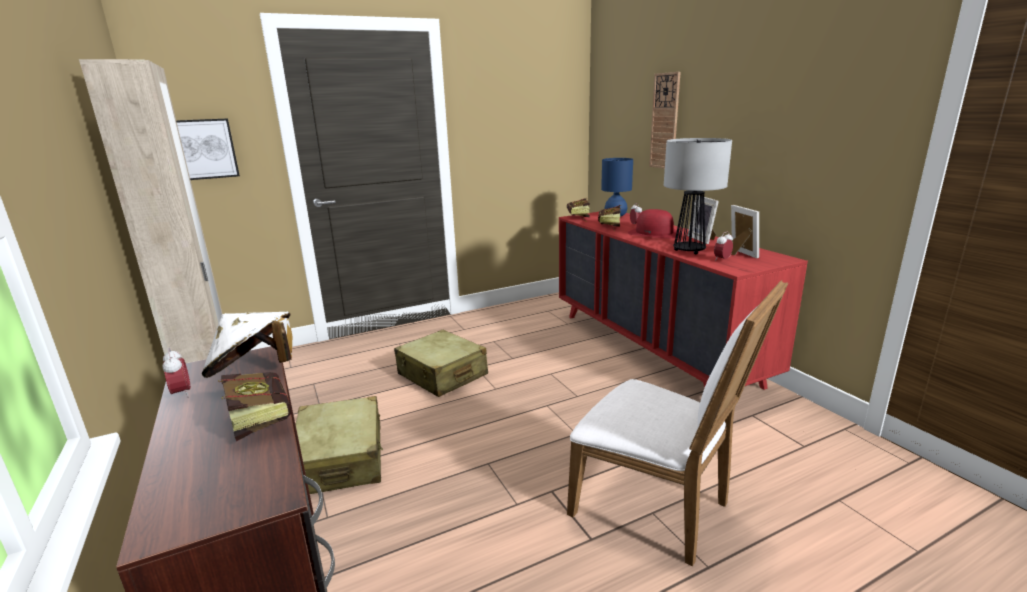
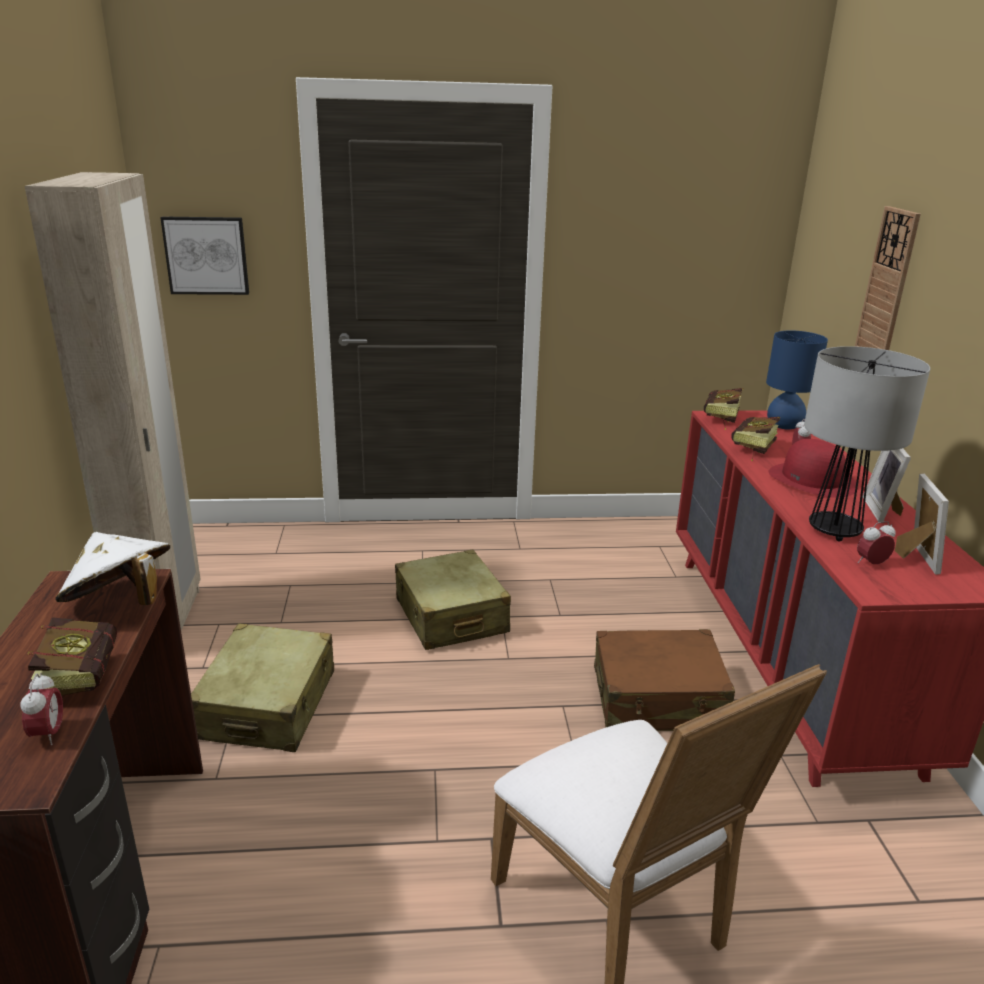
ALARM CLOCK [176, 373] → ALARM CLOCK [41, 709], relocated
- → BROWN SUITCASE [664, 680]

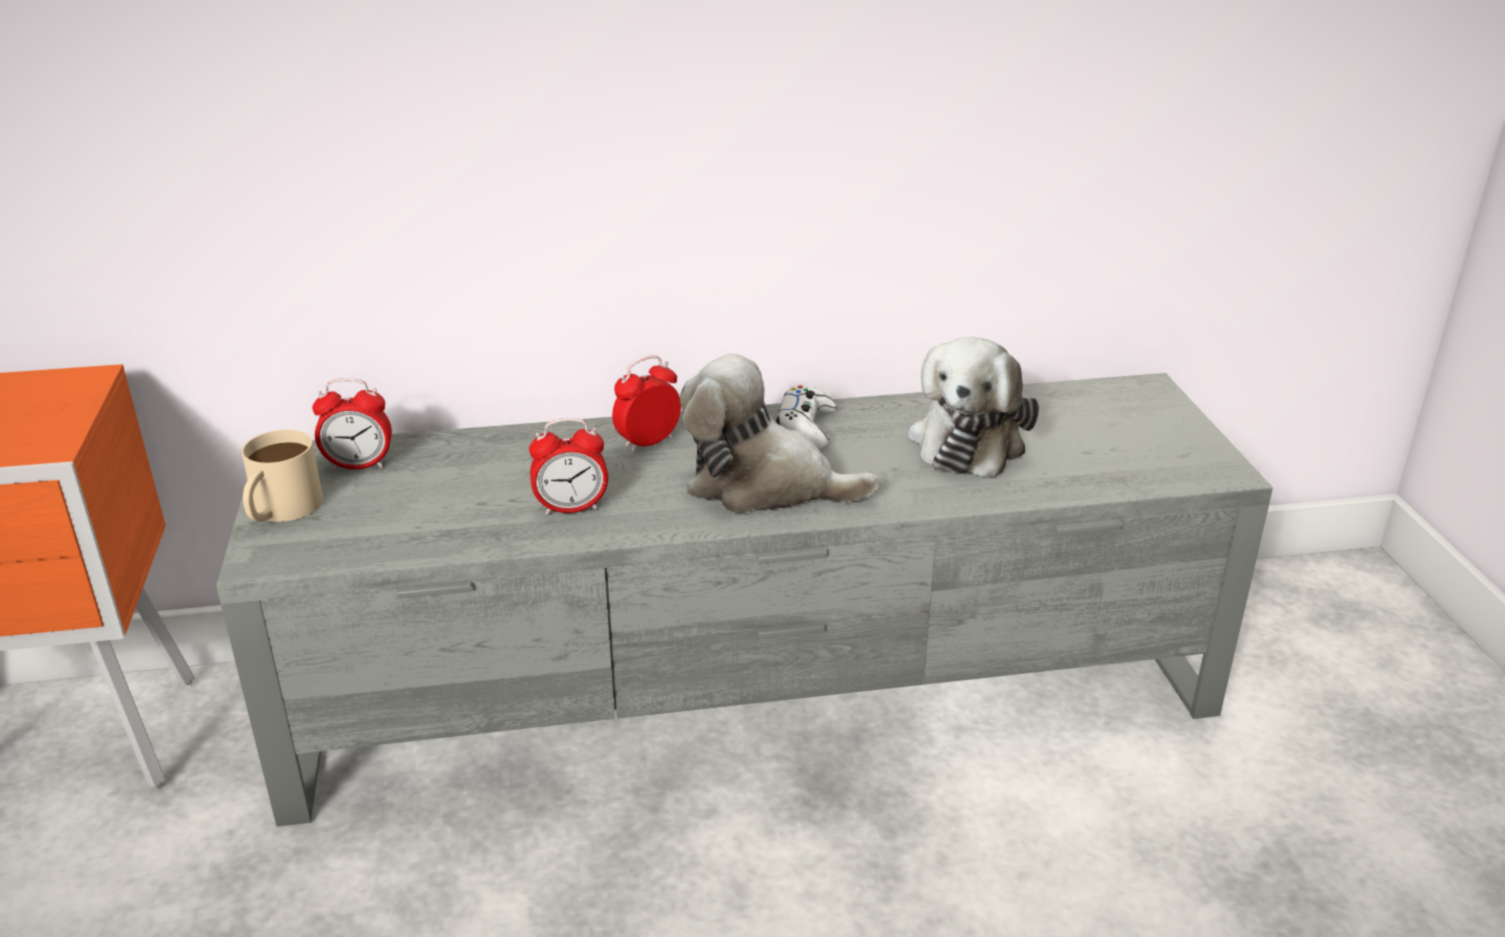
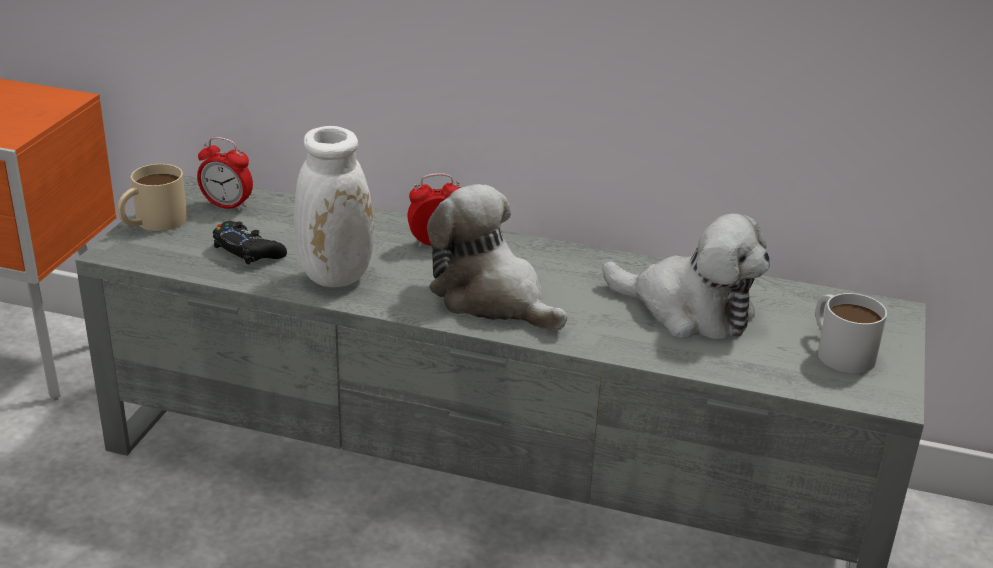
PLUSH TOY [973, 407] → PLUSH TOY [686, 276], 105 degrees counterclockwise
WHITE GAME CONTROLLER [806, 417] → -
ALARM CLOCK [568, 466] → WHITE VASE [334, 206]
- → BLACK GAME CONTROLLER [250, 243]
- → WHITE MUG [851, 333]

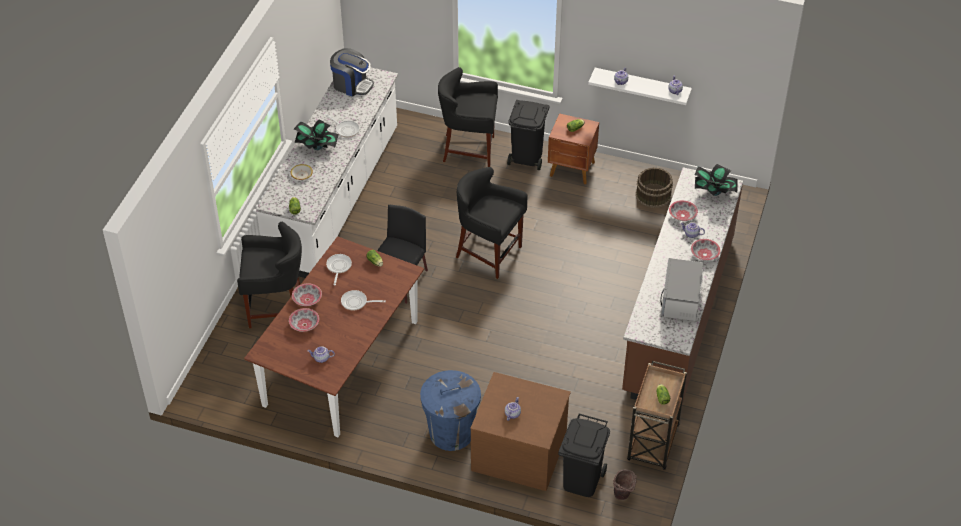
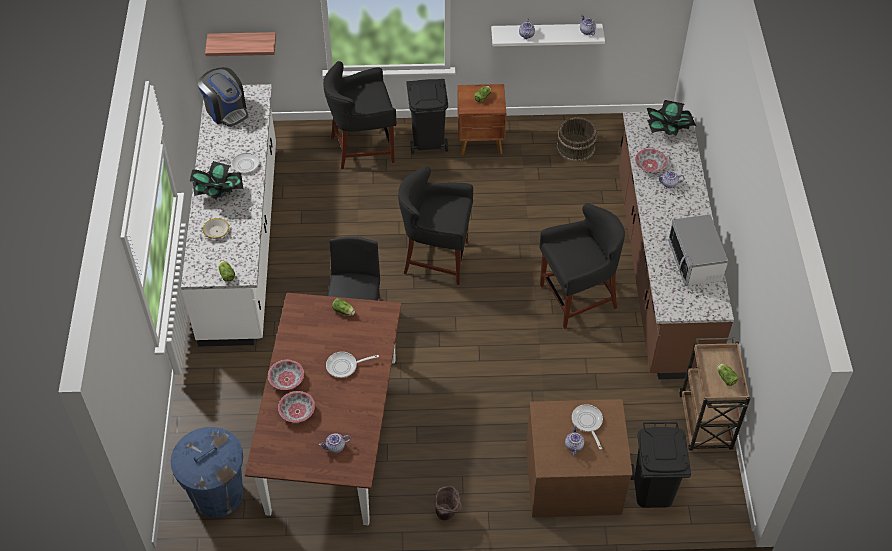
COFFEE MACHINE [352, 72] → COFFEE MACHINE [223, 97], 45 degrees clockwise
BLACK STOOL [269, 275] → BLACK STOOL [582, 266], relocated
BOWL [706, 250] → -
FRYING PAN [339, 269] → FRYING PAN [587, 427], relocated
BLUE TRASH CAN [450, 410] → BLUE TRASH CAN [207, 472], relocated
BROWN BUCKET [625, 485] → BROWN BUCKET [448, 503], relocated
- → SHELF [240, 44]

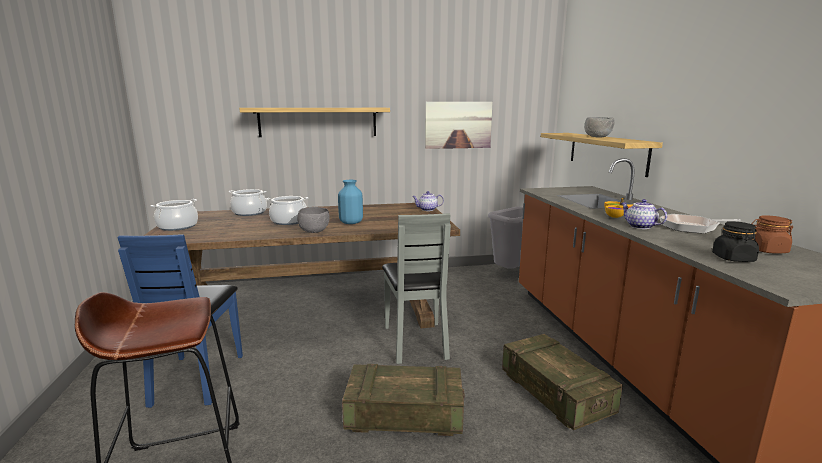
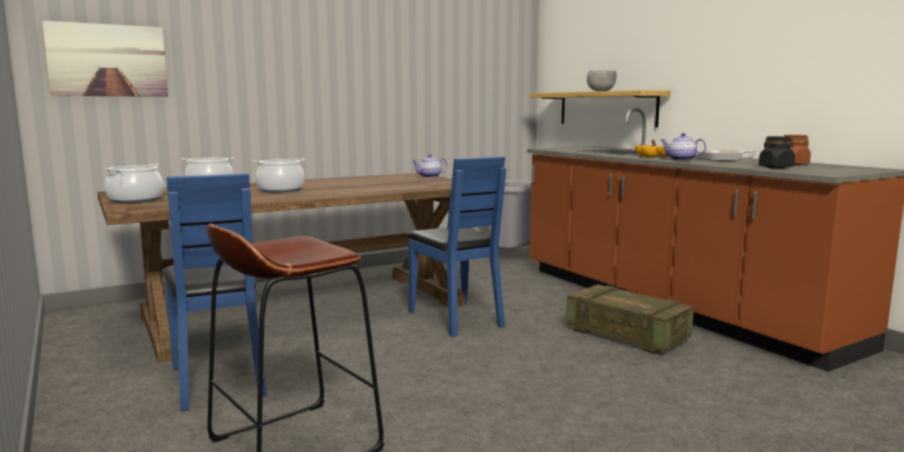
PICTURE [459, 125] → PICTURE [105, 58], relocated
SHELF [314, 122] → -
BLUE VASE [350, 202] → -
GREY BOWL [313, 220] → -
GREY CHAIR [416, 288] → BLUE CHAIR [456, 246]
CRATE [403, 400] → -

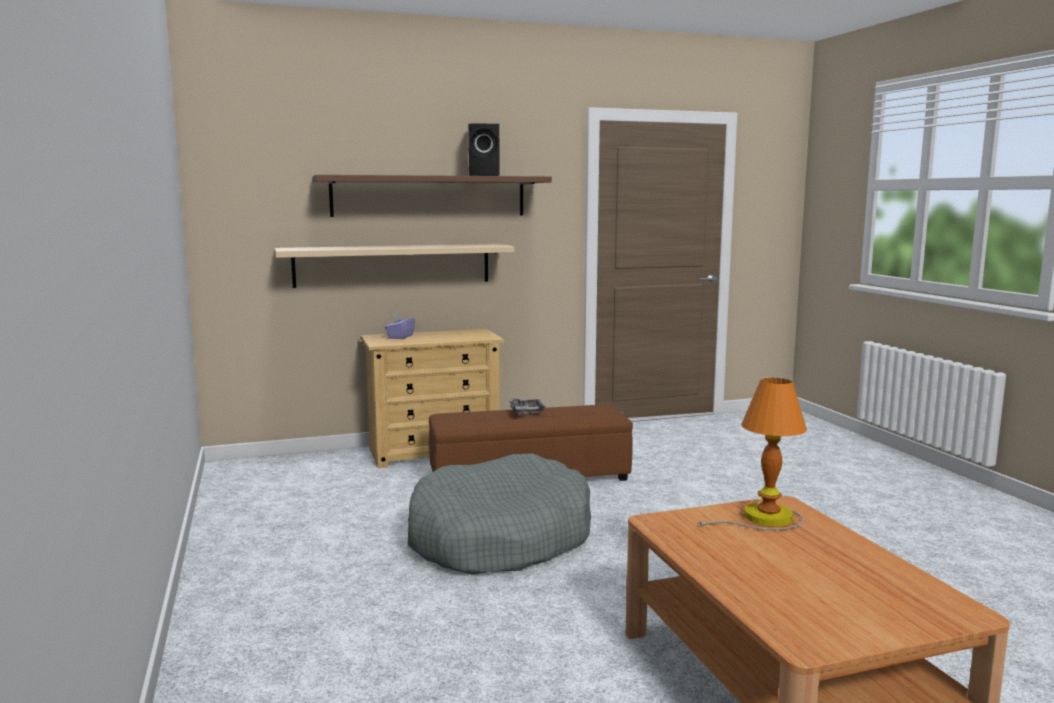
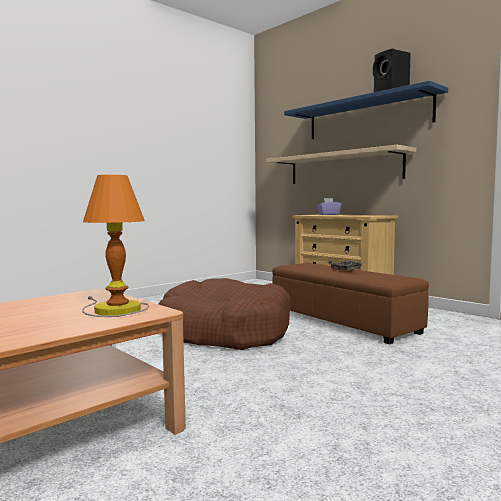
BROWN SHELF [432, 196] → BLUE SHELF [366, 110]
GREY DOG BED [499, 514] → BROWN DOG BED [224, 314]

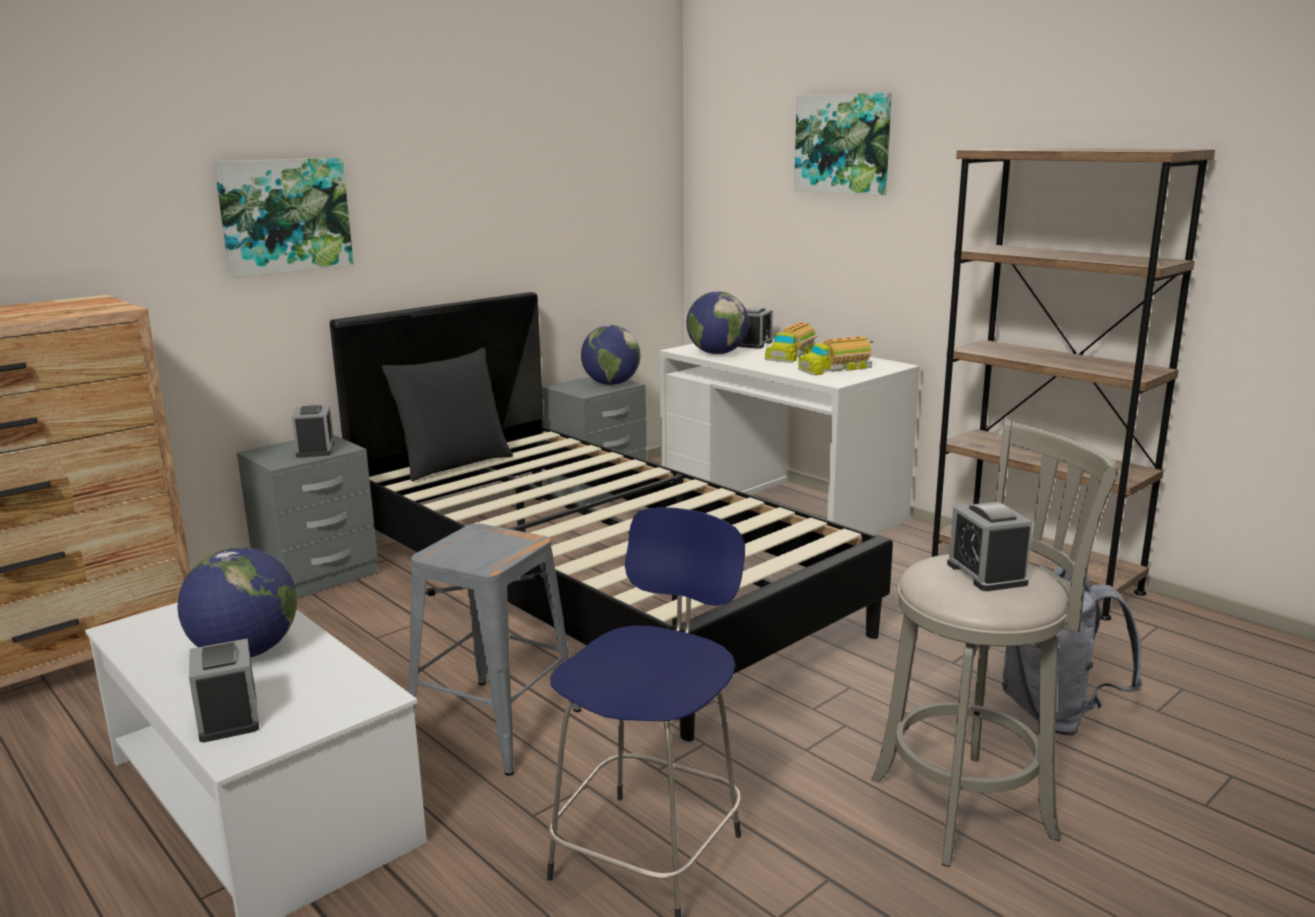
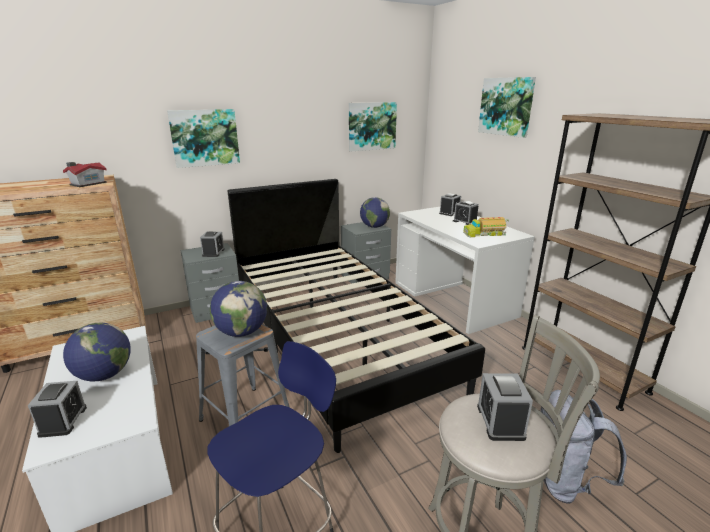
GLOBE [718, 322] → GLOBE [238, 309], relocated
TOY TRUCK [791, 342] → ALARM CLOCK [465, 213]
BLACK PILLOW [447, 414] → -
- → PICTURE [373, 126]
- → TOY HOUSE [85, 174]

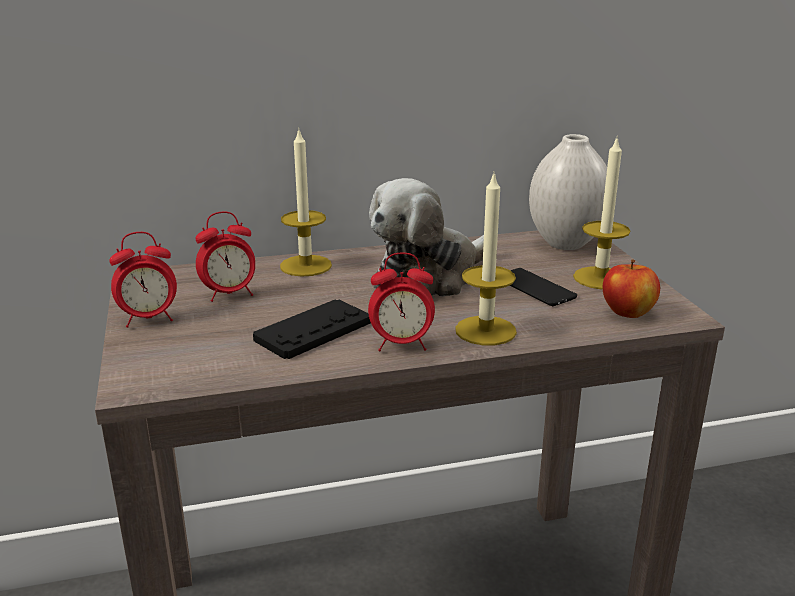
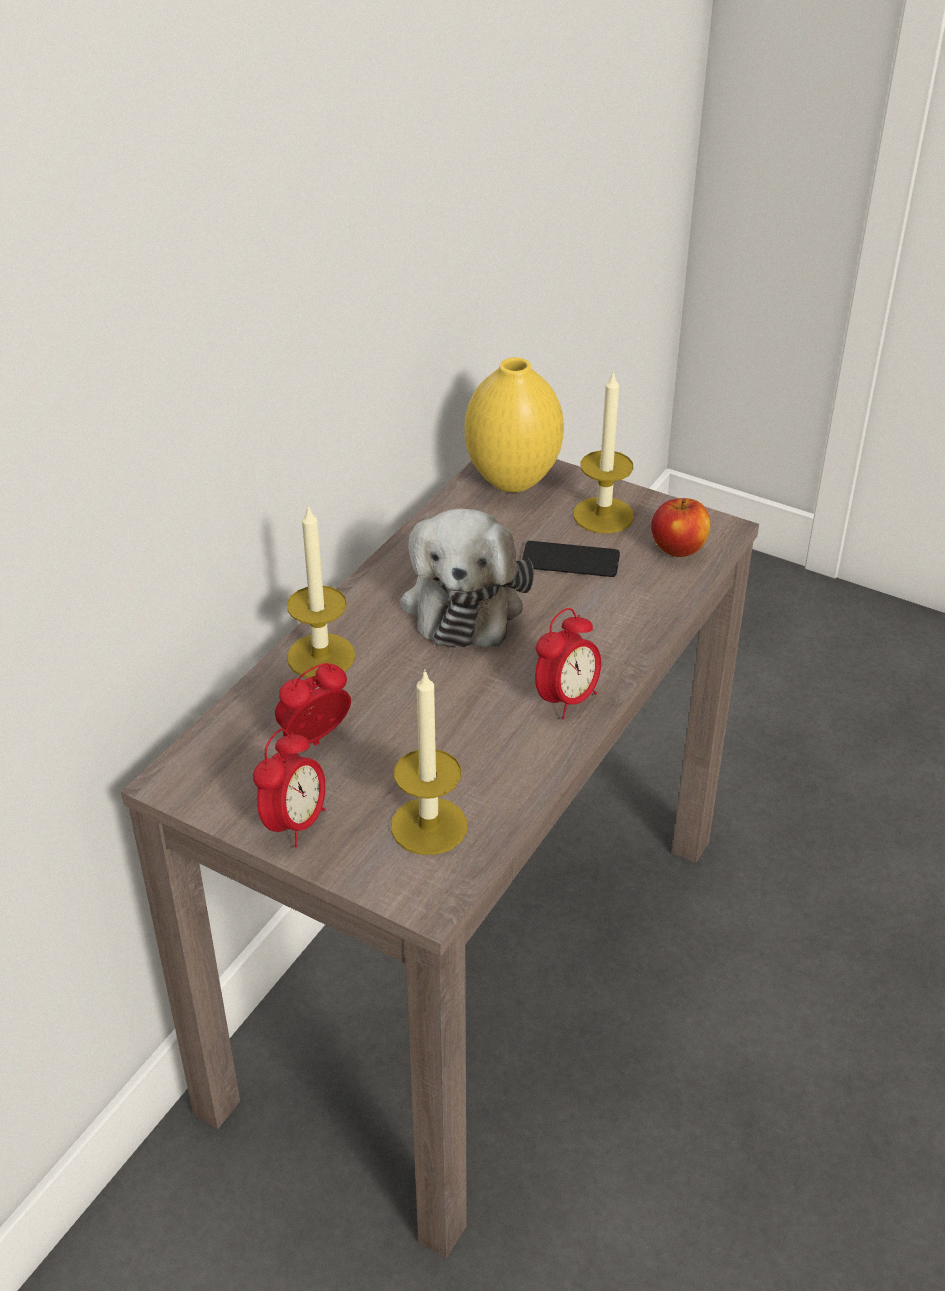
WHITE VASE [568, 192] → YELLOW VASE [514, 424]
CANDLE [486, 259] → CANDLE [429, 762], relocated
ALARM CLOCK [225, 256] → ALARM CLOCK [313, 704], 150 degrees counterclockwise
BLACK GAME CONTROLLER [312, 329] → -

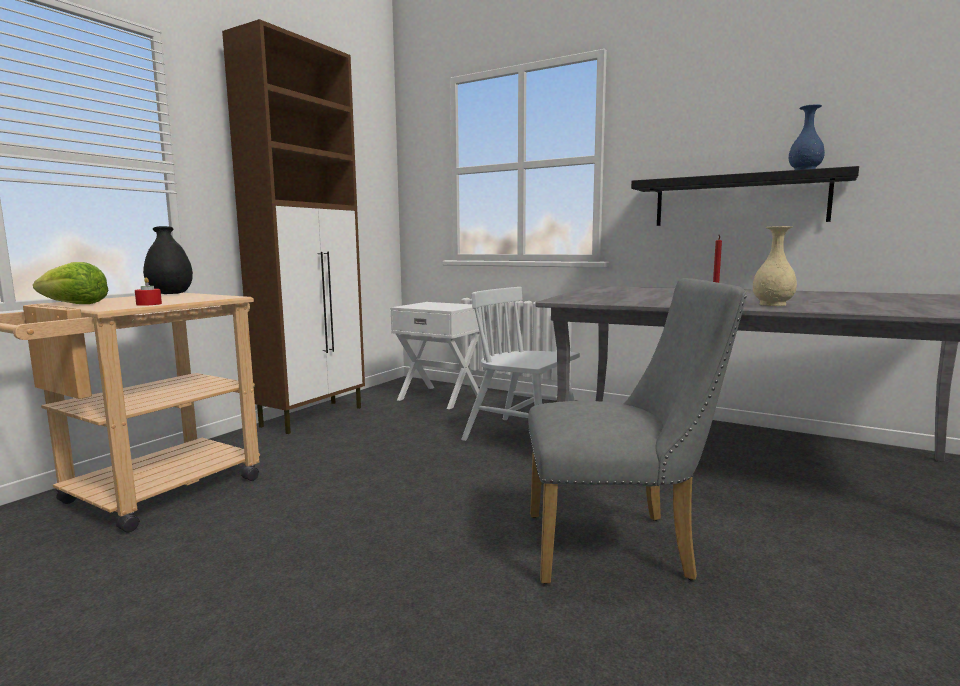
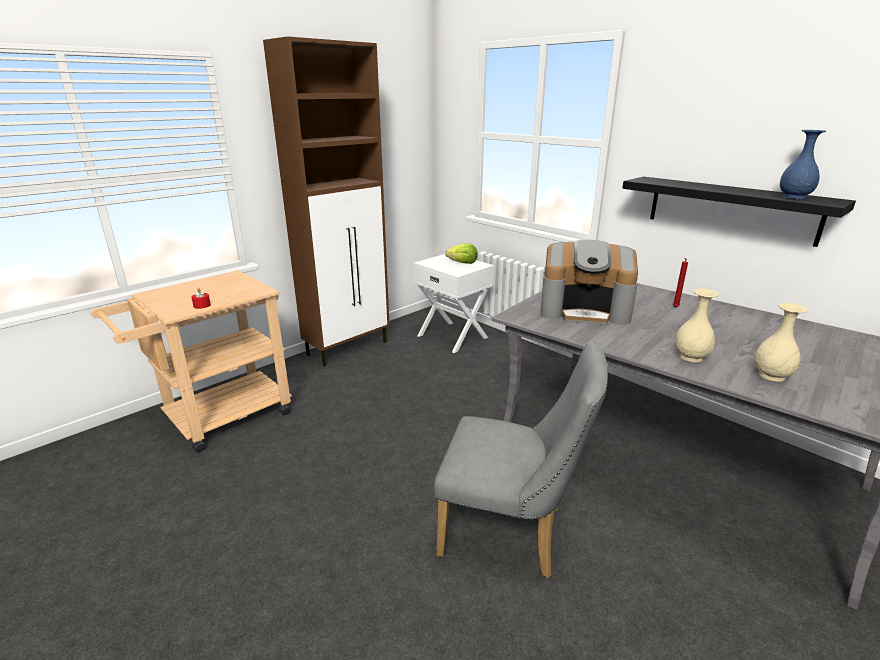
BLACK VASE [168, 260] → -
LETTUCE [70, 283] → LETTUCE [461, 253], relocated
WHITE CHAIR [520, 364] → -
- → COFFEE MACHINE [589, 282]
- → BEIGE VASE [781, 342]

